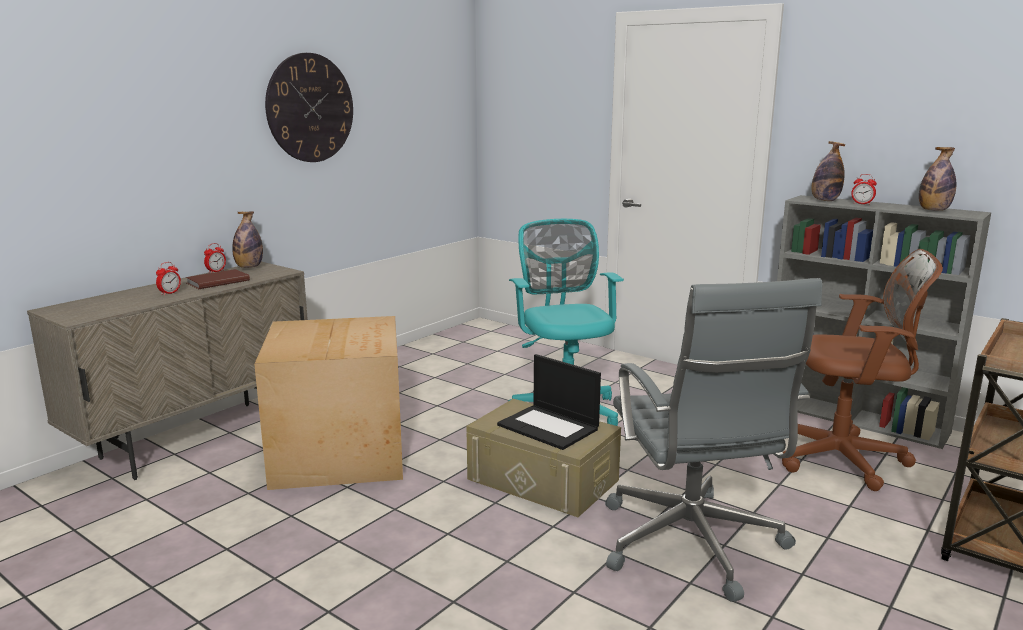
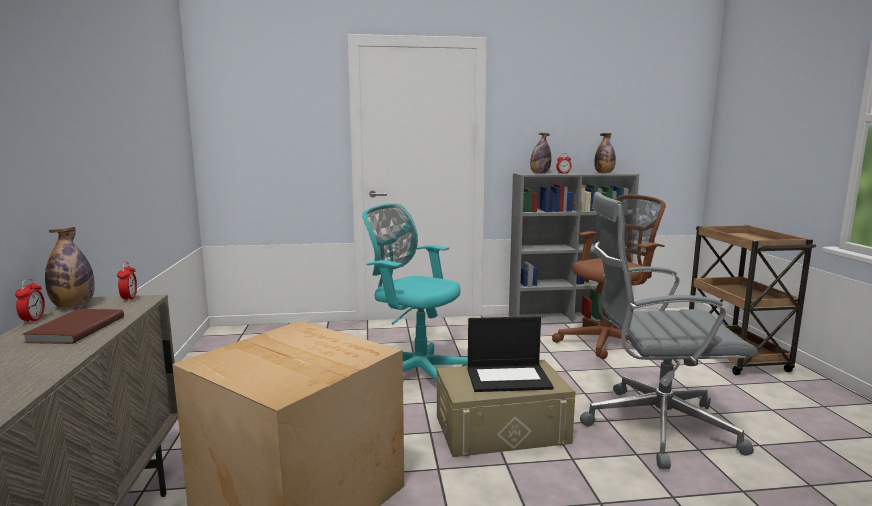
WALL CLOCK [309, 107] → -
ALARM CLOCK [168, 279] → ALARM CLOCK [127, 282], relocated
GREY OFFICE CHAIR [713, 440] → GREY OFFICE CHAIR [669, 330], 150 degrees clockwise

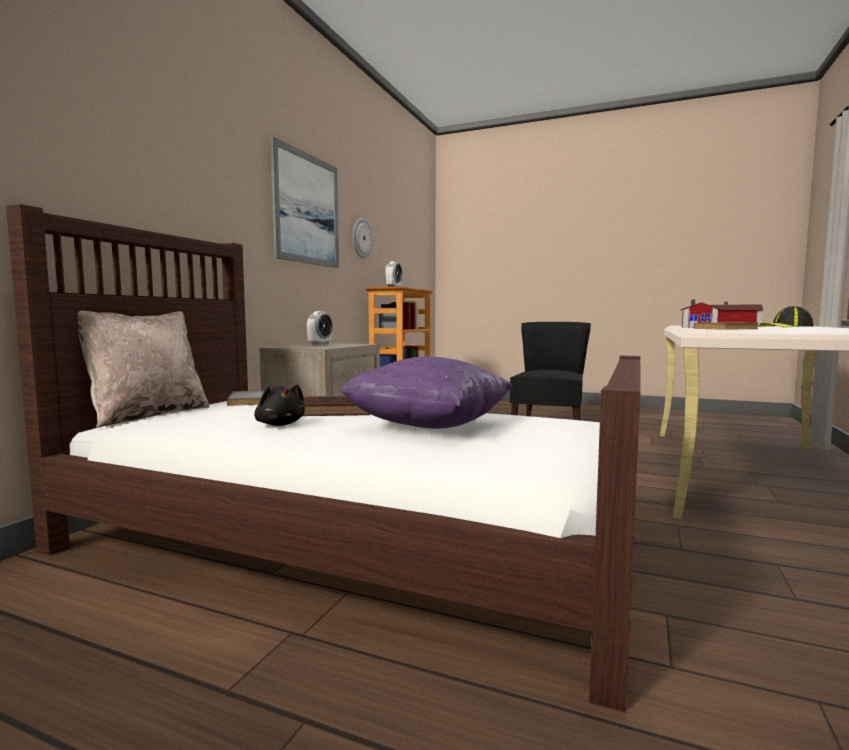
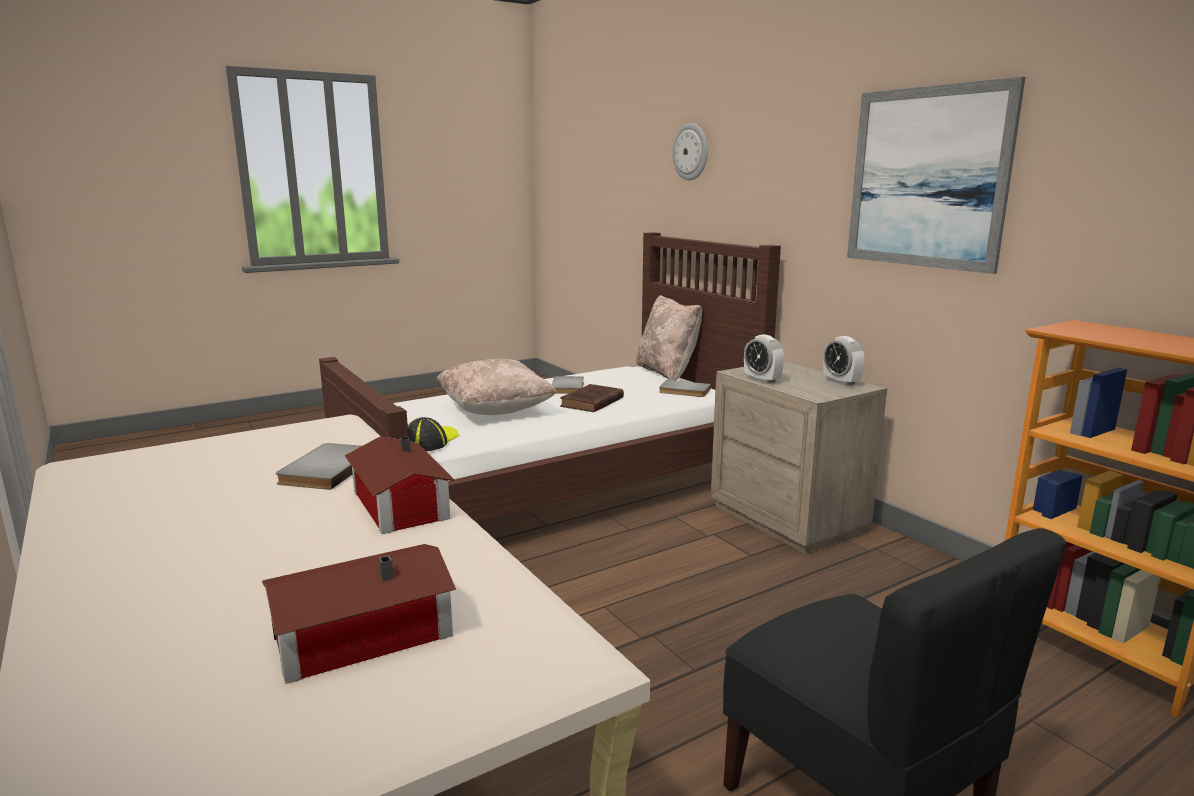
WALL CLOCK [363, 238] → WALL CLOCK [690, 151], relocated
ALARM CLOCK [393, 274] → ALARM CLOCK [764, 359], relocated
CAP [786, 317] → CAP [433, 434], relocated
PURPLE PILLOW [426, 392] → BEIGE PILLOW [496, 387]
BLACK PLUSH TOY [279, 405] → GREY BOOK [568, 385]

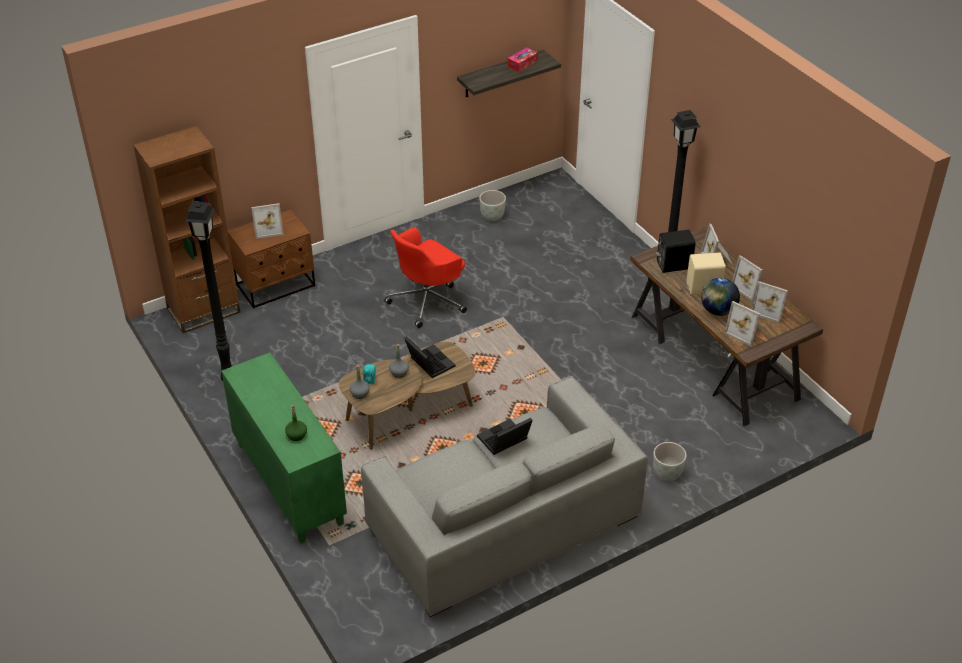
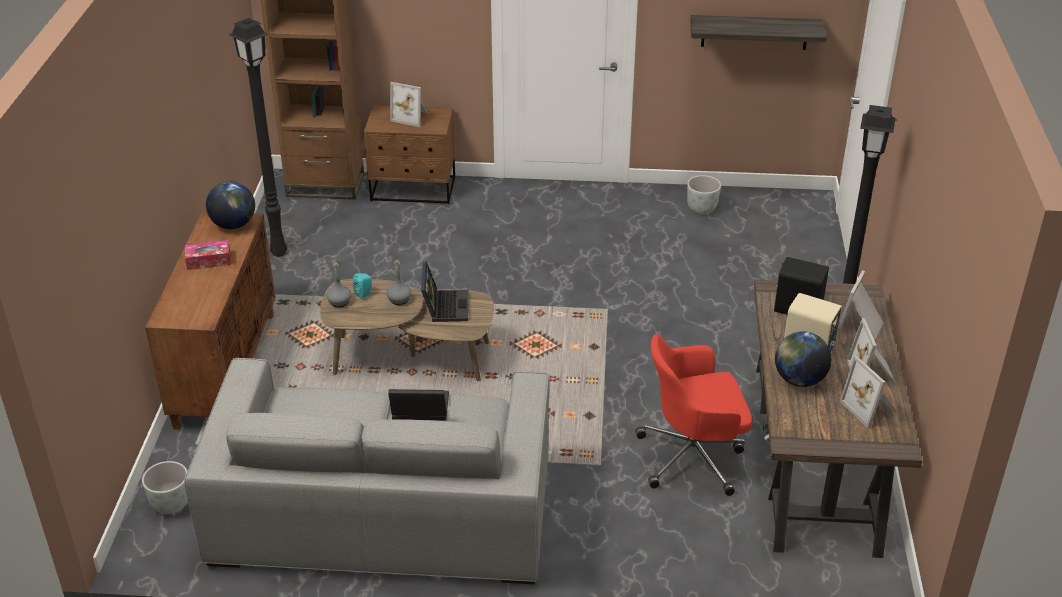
TISSUE BOX [522, 59] → TISSUE BOX [208, 255], relocated
RED OFFICE CHAIR [425, 277] → RED OFFICE CHAIR [694, 415], relocated
PICTURE FRAME [743, 323] → -
GREEN CABINET [284, 448] → BROWN CABINET [210, 320]
GREEN BOTTLE [296, 423] → -
GREY PLANTER [670, 461] → GREY PLANTER [165, 487], relocated
- → GLOBE [230, 205]

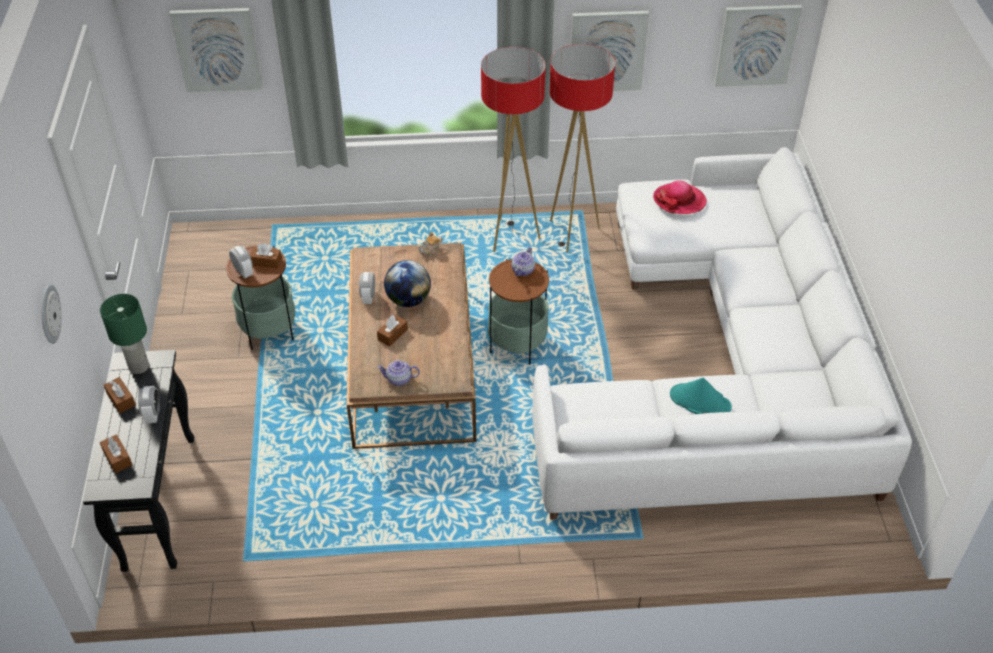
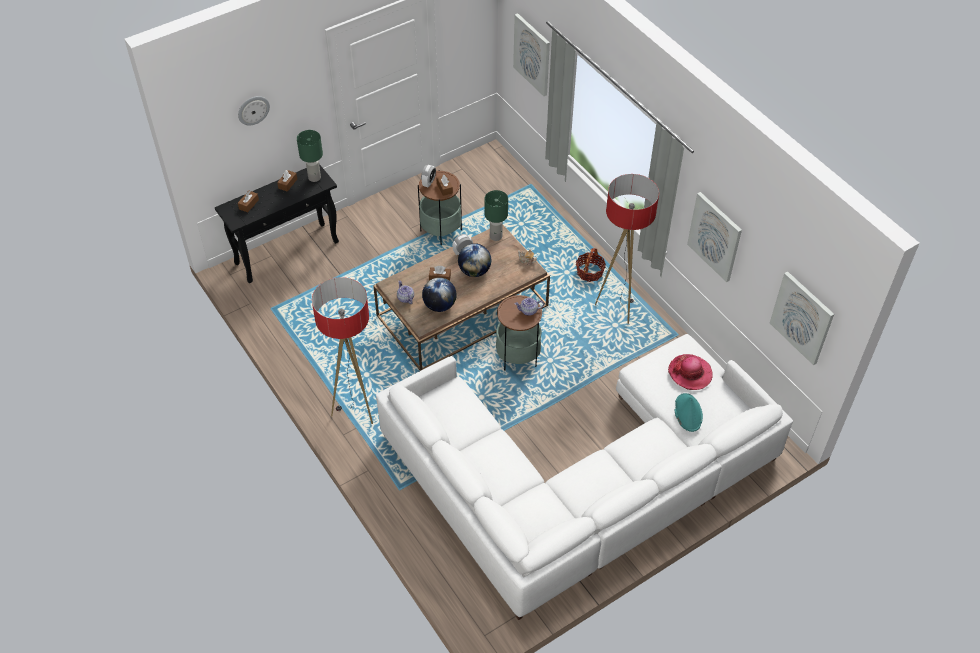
FLOOR LAMP [582, 148] → FLOOR LAMP [342, 350], relocated
TURQUOISE HAT [701, 396] → TURQUOISE HAT [689, 412], relocated
ALARM CLOCK [149, 405] → -
- → GREEN TABLE LAMP [496, 215]
- → BASKET [591, 265]
- → GLOBE [439, 294]

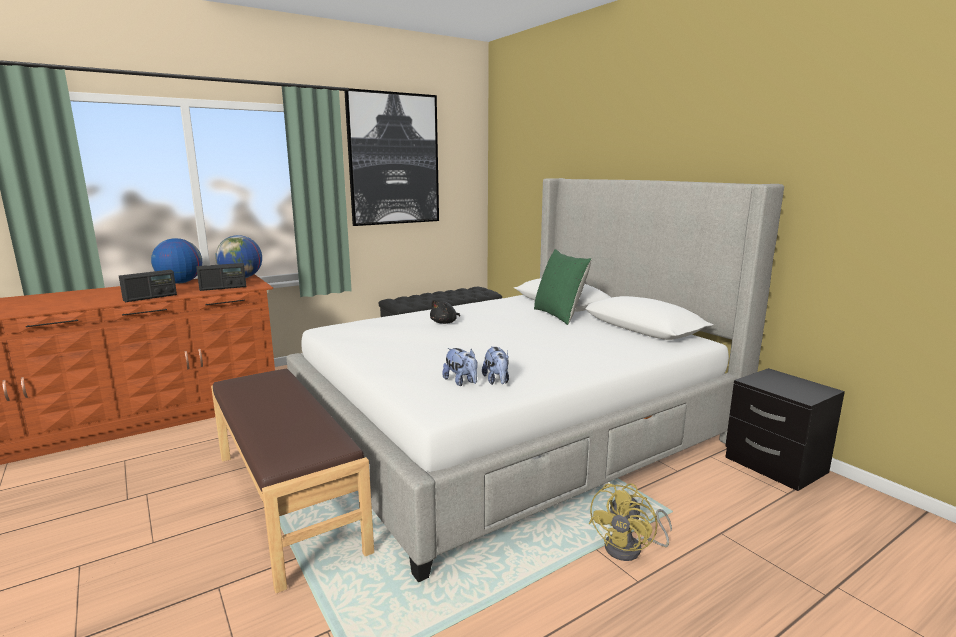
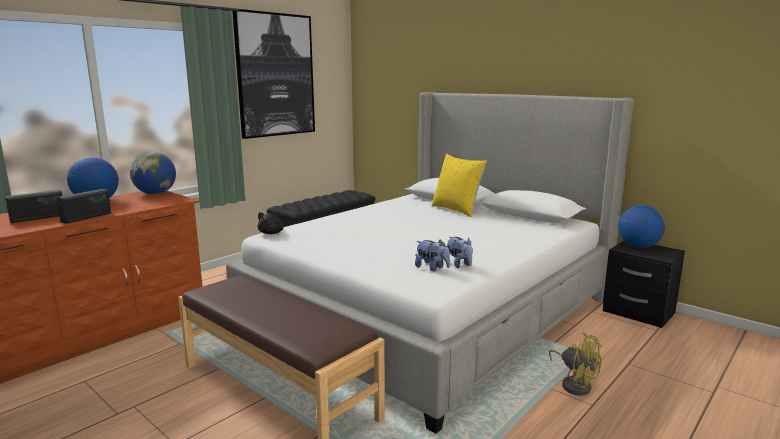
GREEN PILLOW [563, 287] → YELLOW PILLOW [459, 185]
RADIO [221, 277] → RADIO [33, 206], relocated
BLACK PLUSH TOY [445, 312] → BLACK PLUSH TOY [271, 223], relocated
YELLOW FAN [630, 522] → YELLOW FAN [576, 364], 60 degrees counterclockwise
- → GLOBE [641, 226]

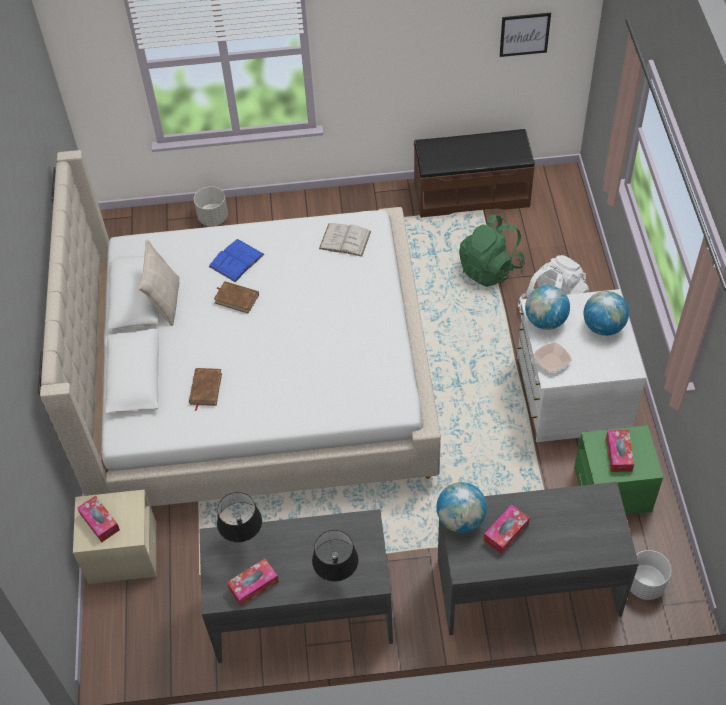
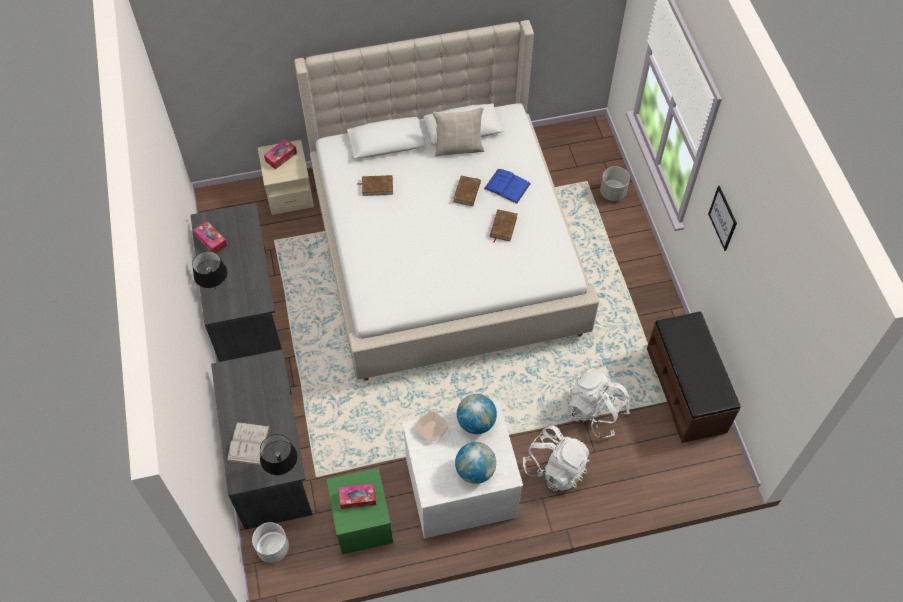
PICTURE [525, 35] → PICTURE [722, 218], relocated
GREEN BACKPACK [492, 250] → WHITE BACKPACK [599, 405]
WHITE BOOK [345, 240] → WHITE BOOK [248, 444], relocated
GLOBE [461, 507] → -
BLACK TABLE LAMP [239, 517] → BLACK TABLE LAMP [278, 454], relocated
TISSUE BOX [507, 529] → -
- → BROWN BOOK [503, 226]

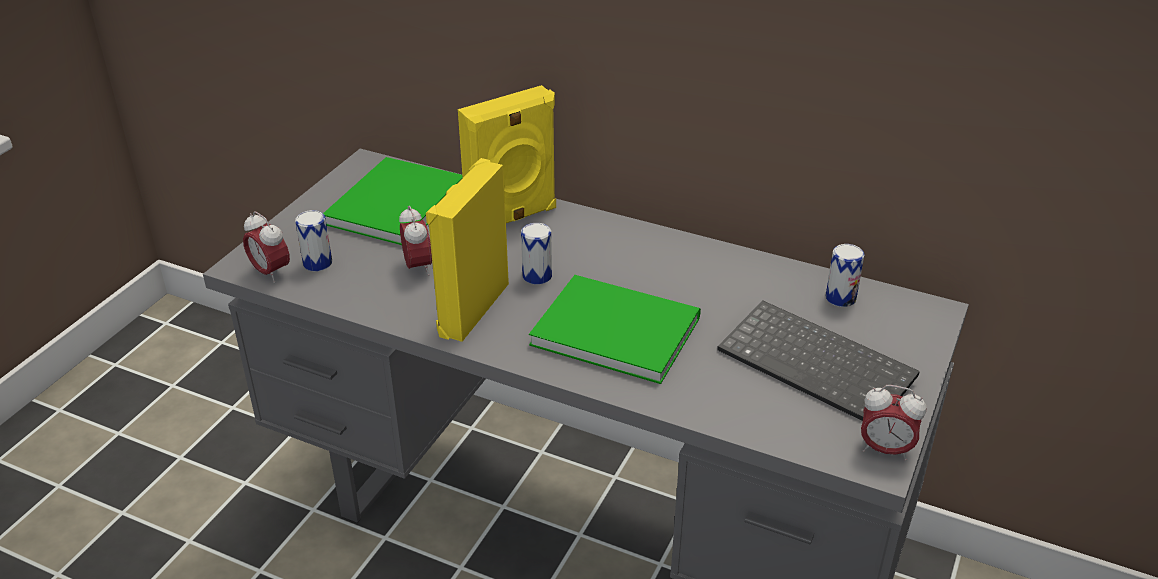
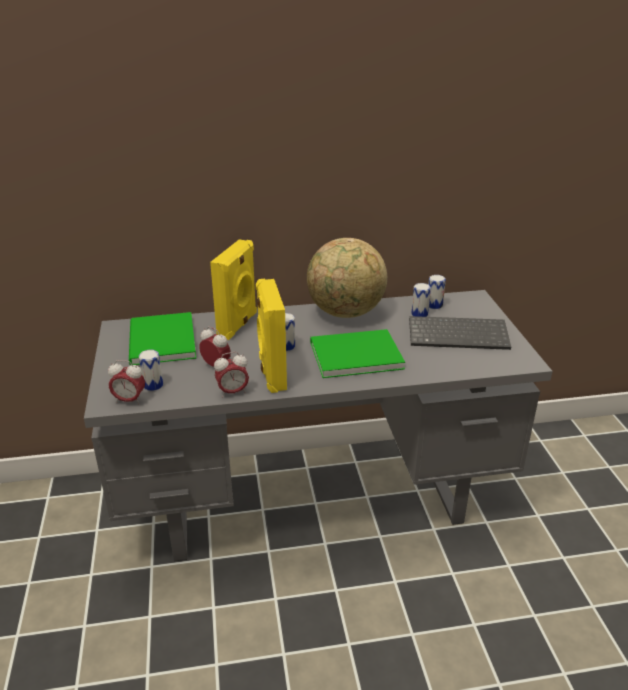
ALARM CLOCK [893, 423] → ALARM CLOCK [231, 374], relocated
- → GLOBE [347, 278]
- → CAN [421, 300]

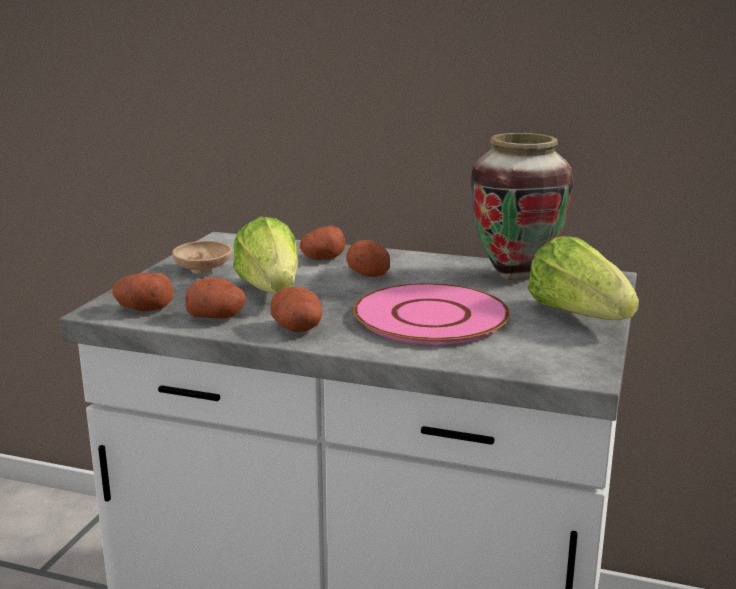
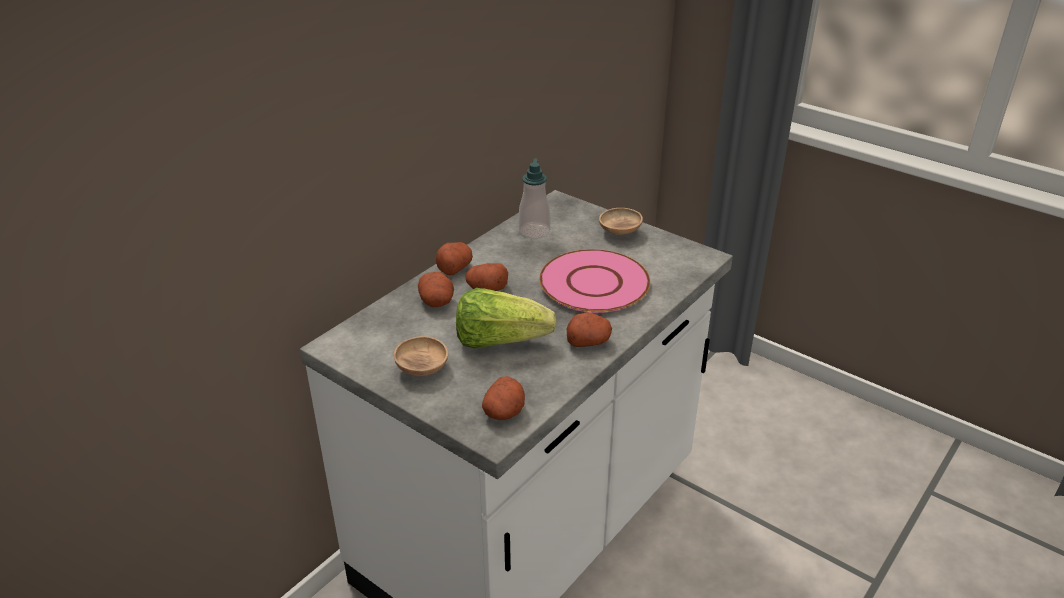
VASE [521, 207] → SOAP DISPENSER [535, 199]
LETTUCE [583, 278] → BROWN BOWL [621, 221]
POTATO [215, 298] → POTATO [454, 259], relocated

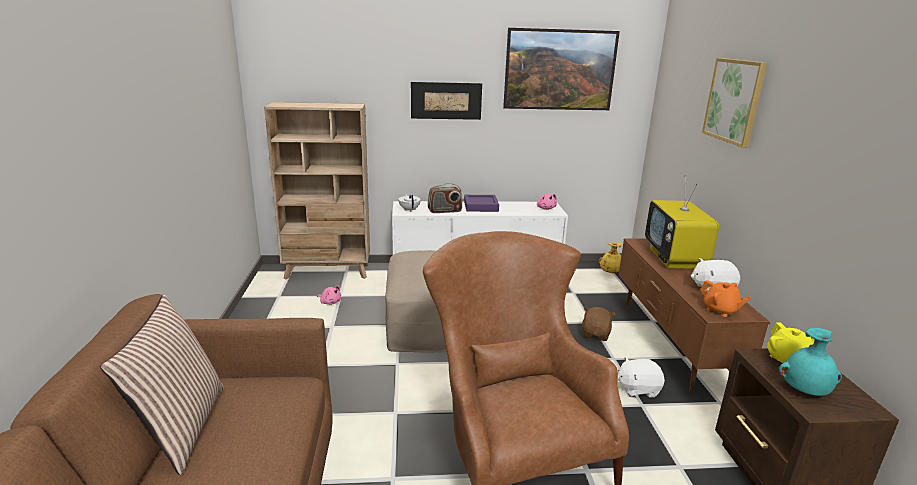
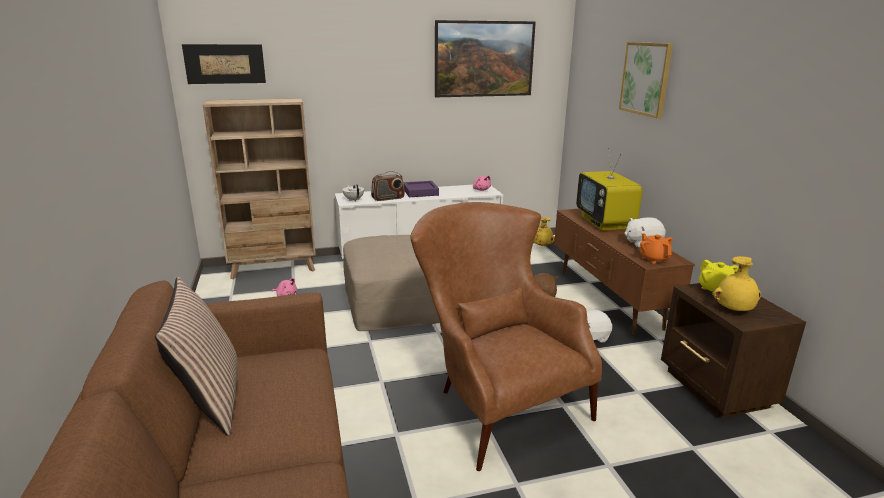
PICTURE [446, 101] → PICTURE [224, 64], relocated
ORANGE TEAPOT [725, 298] → ORANGE TEAPOT [656, 248], 150 degrees counterclockwise
TURQUOISE VASE [810, 362] → YELLOW VASE [737, 283]

